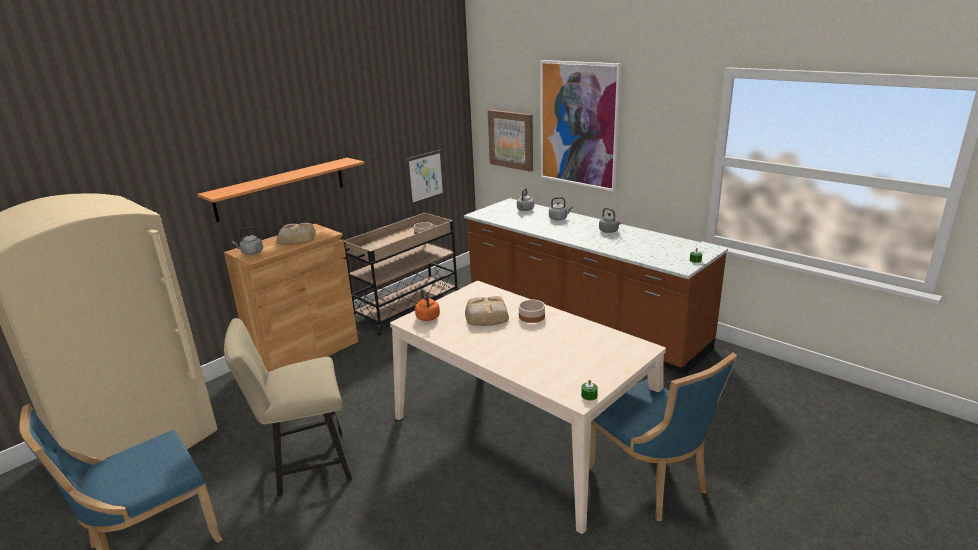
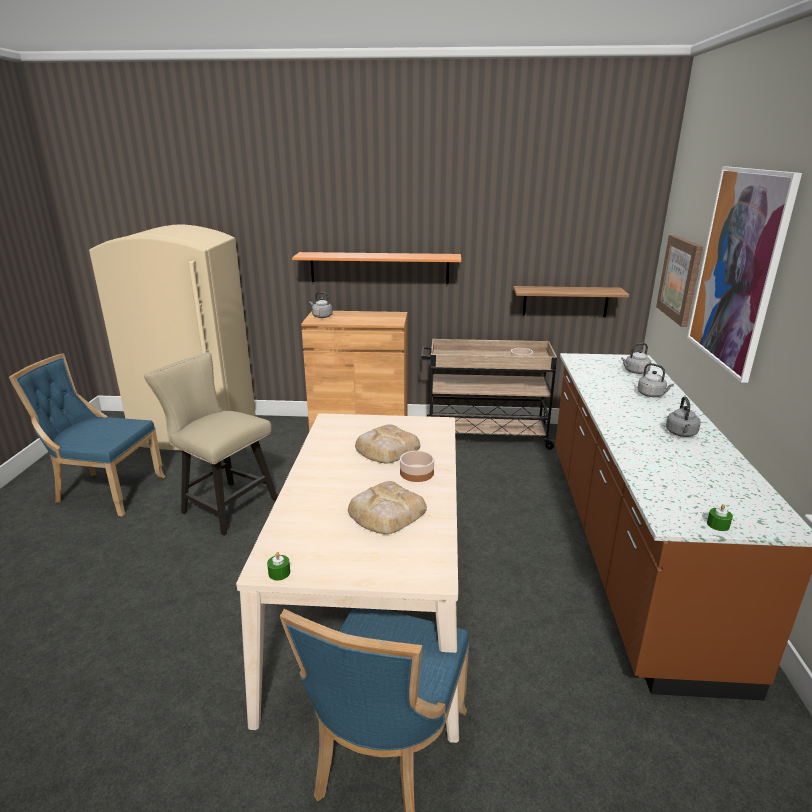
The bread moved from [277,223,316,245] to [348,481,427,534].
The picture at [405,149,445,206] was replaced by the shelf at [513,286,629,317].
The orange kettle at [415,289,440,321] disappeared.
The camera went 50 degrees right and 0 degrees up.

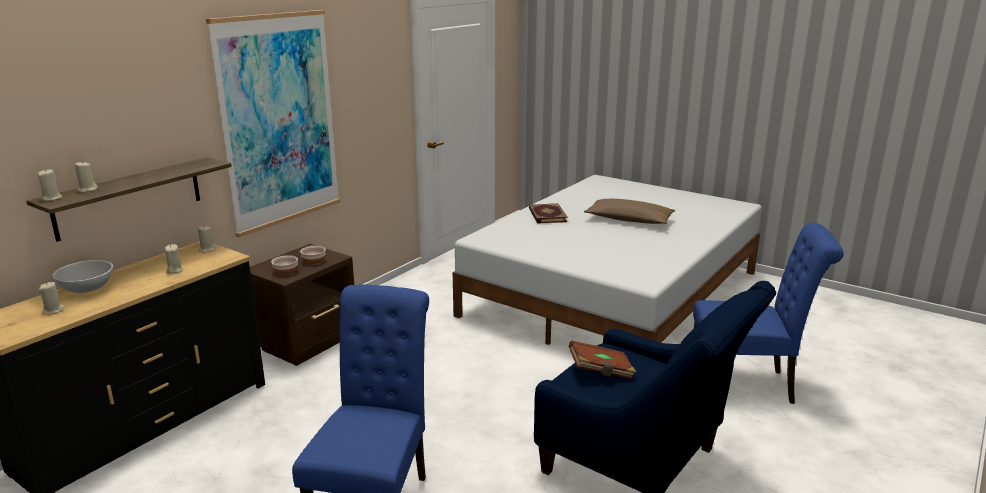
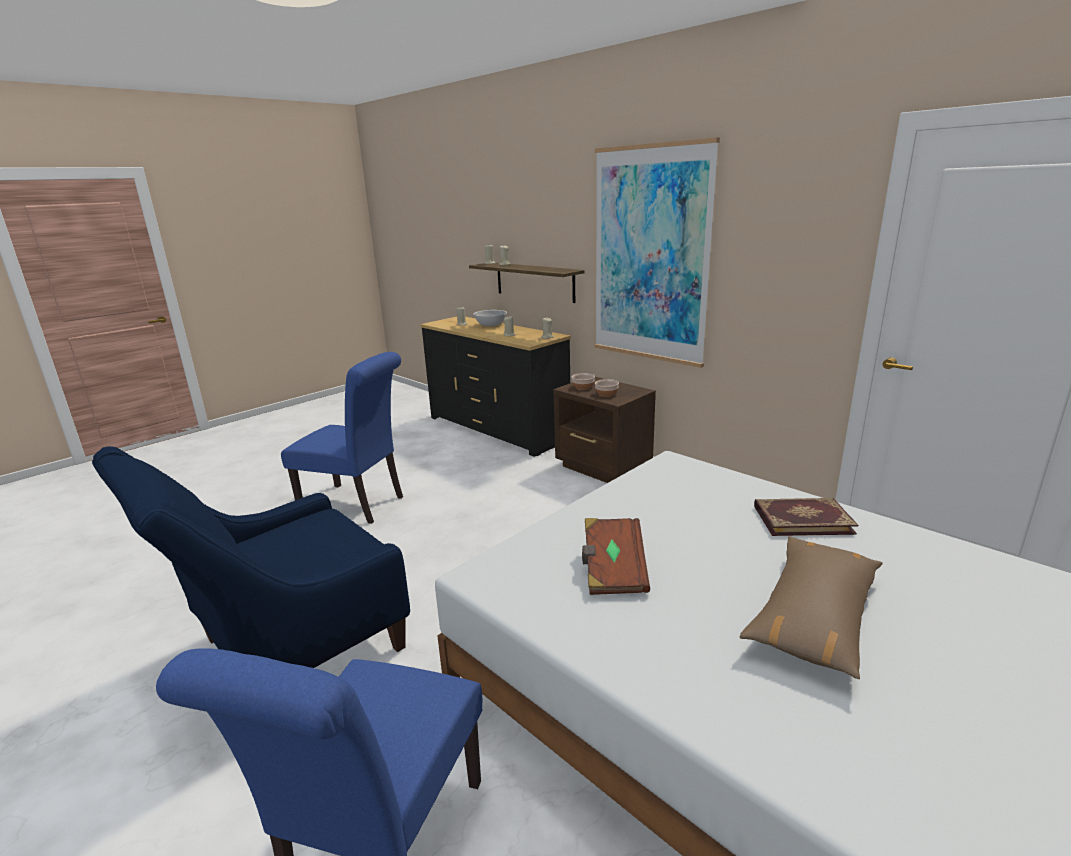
The brown book moved from [569,341,636,380] to [582,518,650,595].
The camera went 100 degrees right and 0 degrees up.

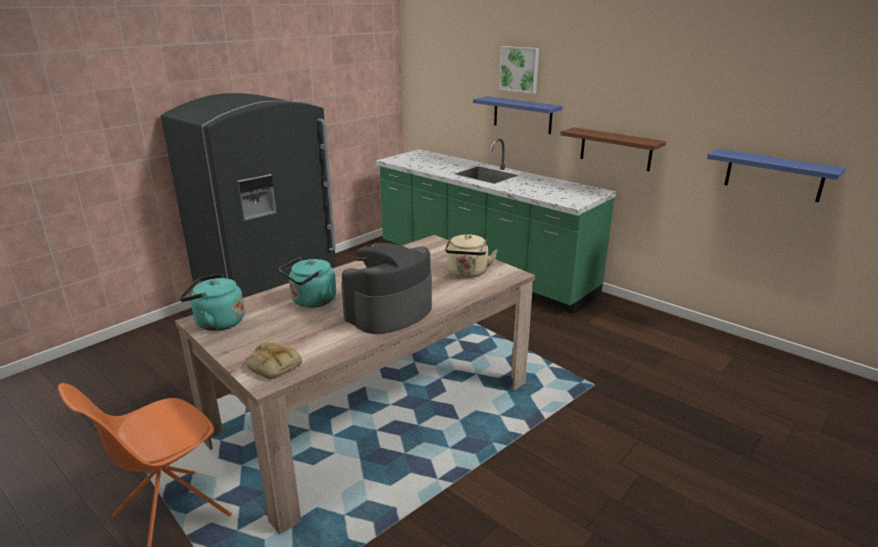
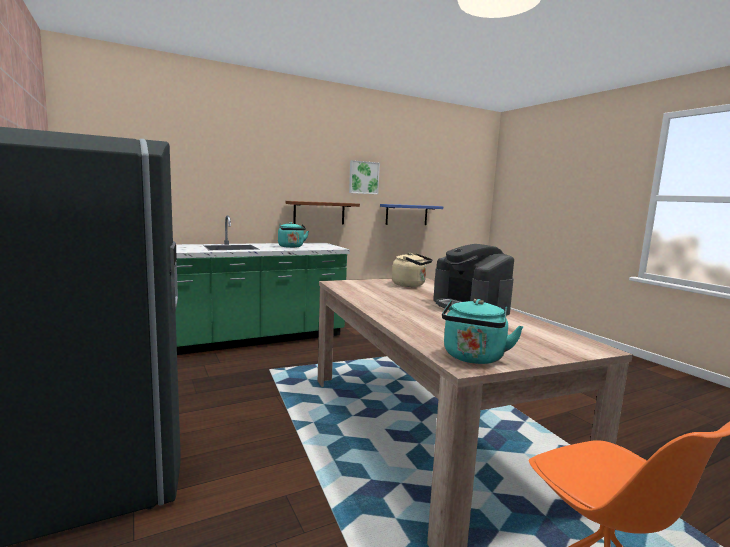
The turquoise kettle moved from [279,257,336,308] to [278,222,309,248].
The picture moved from [499,46,539,94] to [349,160,380,194].
The bread at [245,342,302,380] disappeared.
The blue shelf at [473,96,563,134] disappeared.
The camera went 70 degrees left and 15 degrees down.

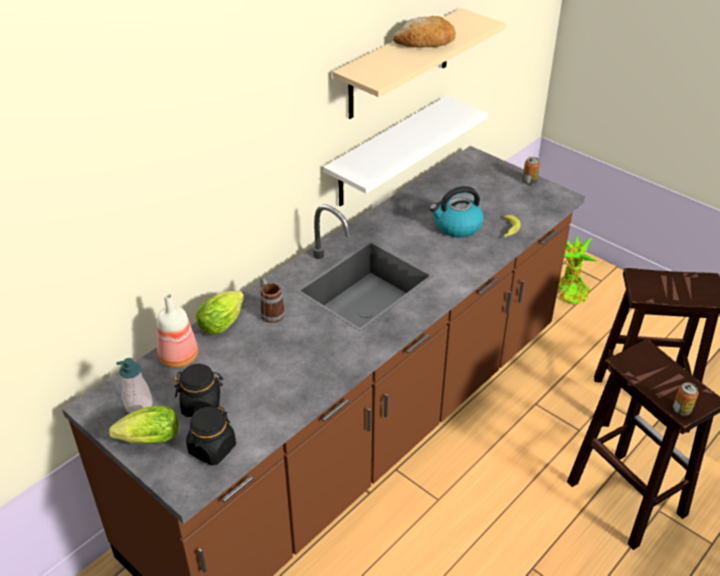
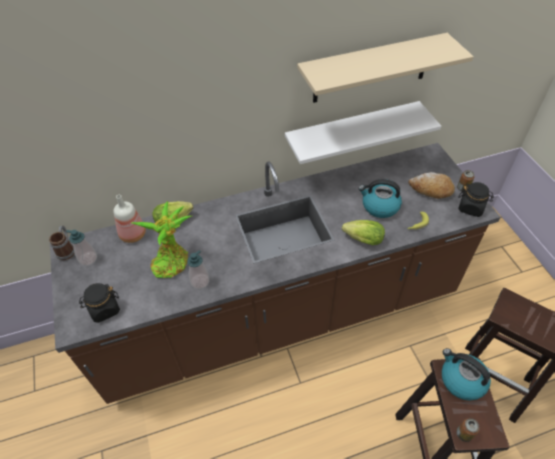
The mug moved from [260,278,286,323] to [49,226,74,260].
The potted plant moved from [558,235,598,304] to [131,201,192,278].
The soap dispenser at [187,250,209,289] appeared.
The lettuce moved from [109,405,178,444] to [342,220,385,245].
The bread moved from [393,16,456,48] to [408,172,455,199].
The kettle at [442,348,491,401] appeared.
The black jar moved from [174,364,223,417] to [458,182,494,217].
The camera went 30 degrees right and 10 degrees up.

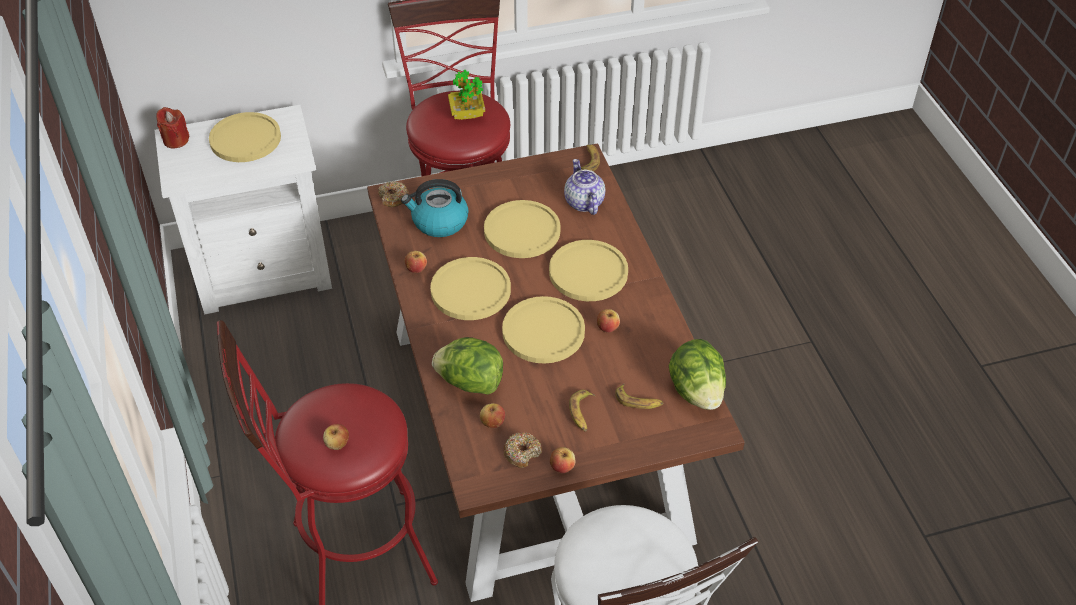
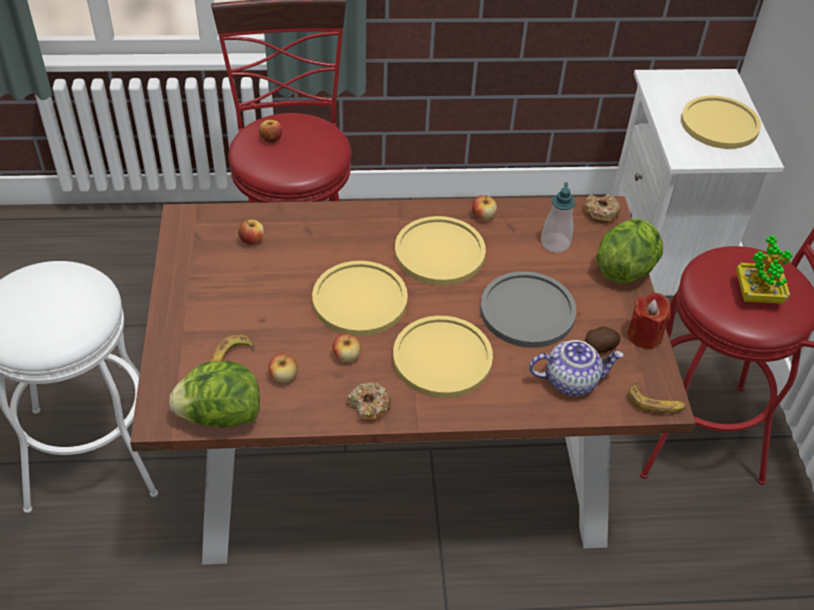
The apple moved from [550,447,575,473] to [268,353,298,383].
The donut moved from [503,432,542,468] to [348,382,391,421].
The yellow plate at [484,200,561,258] became the grey plate at [480,271,576,348].
The kettle at [401,179,469,237] was replaced by the soap dispenser at [541,182,575,253].
The potato at [585,326,621,353] appeared.
The lettuce moved from [432,337,503,395] to [596,219,663,284].
The red candle moved from [156,107,190,148] to [628,293,671,350].
The banana at [569,390,595,432] disappeared.
The camera went 100 degrees right and 0 degrees up.

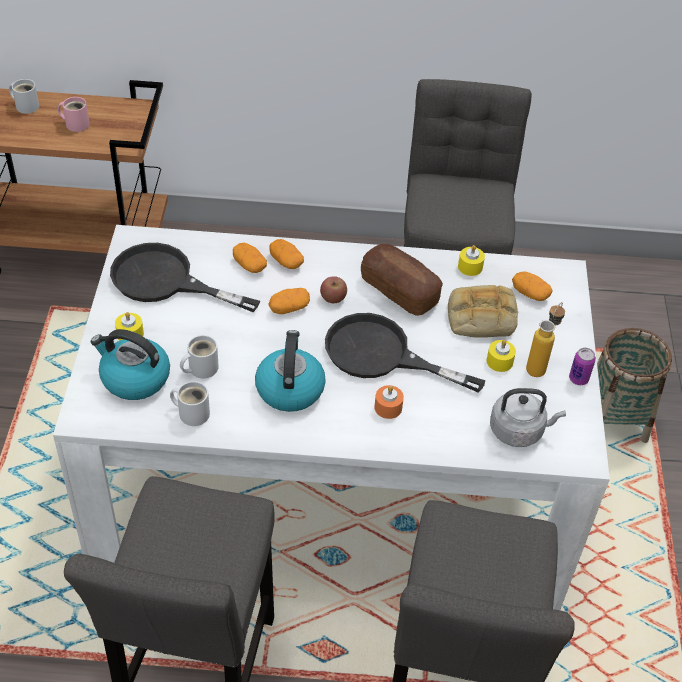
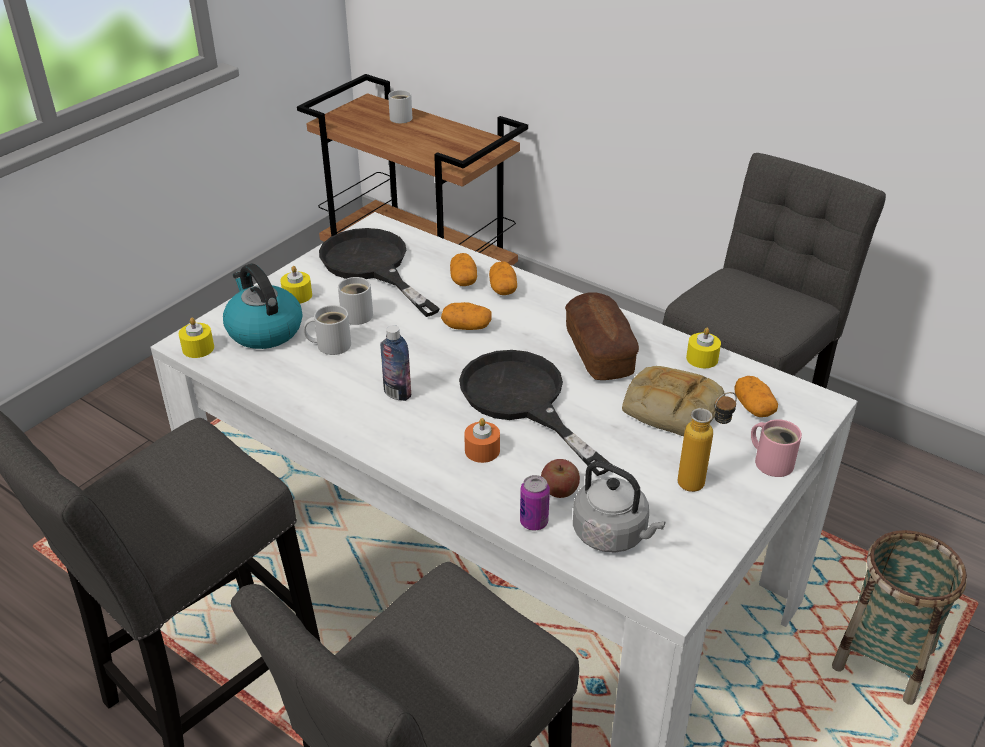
The yellow candle moved from [487,340,516,372] to [179,318,214,358].
The white mug moved from [170,381,210,426] to [338,277,373,325].
The kettle at [255,330,326,412] was replaced by the bottle at [380,325,411,401].
The can moved from [569,348,596,385] to [520,475,550,531].
The apple moved from [320,276,347,303] to [541,459,580,498].
The pink mug moved from [57,97,90,132] to [751,419,802,477].
The camera went 35 degrees right and 10 degrees down.

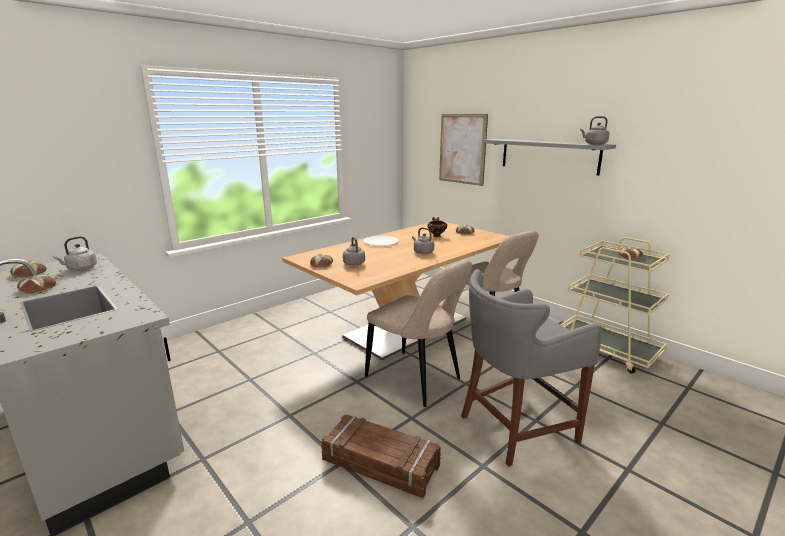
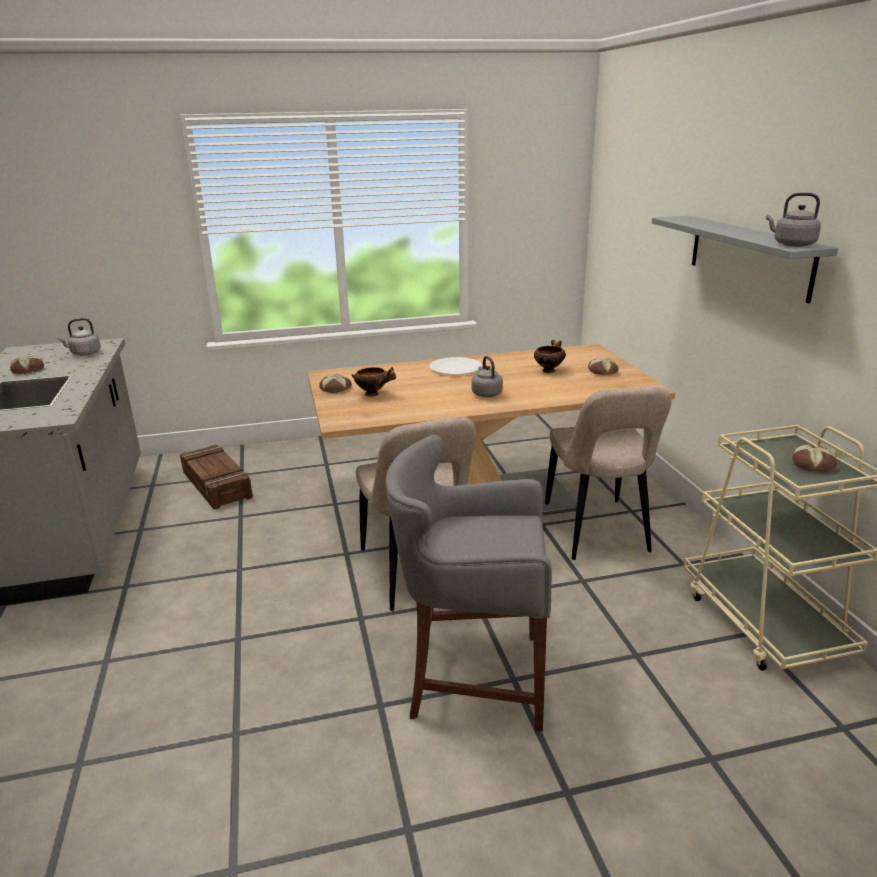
The crate moved from [321,414,441,498] to [180,444,253,509].
The grey kettle at [343,237,365,266] was replaced by the bowl at [352,367,396,397].
The bread at [11,261,47,278] disappeared.
The picture at [439,114,488,186] disappeared.
The camera went 30 degrees right and 5 degrees up.

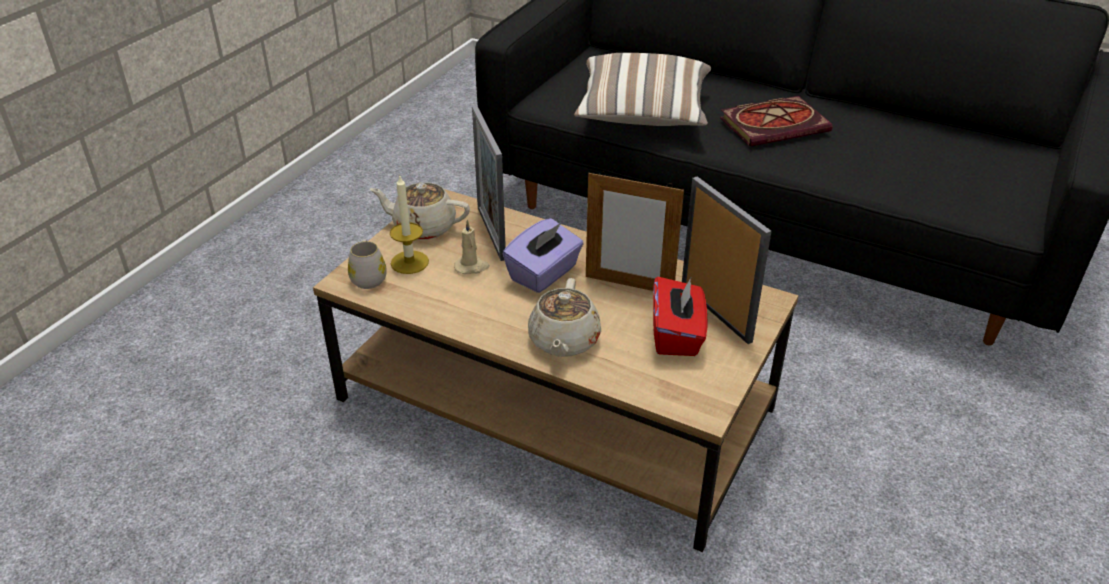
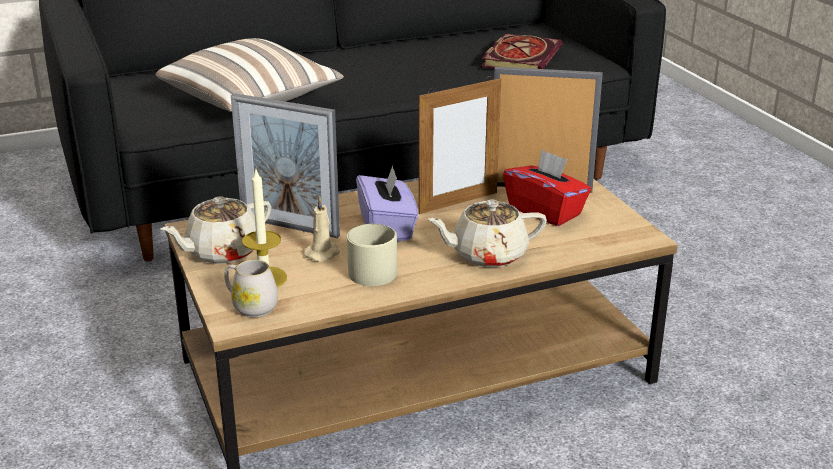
The beige mug at [347,224,397,286] appeared.
The beige teapot at [528,278,601,357] turned 120 degrees clockwise.
The book moved from [720,96,833,147] to [481,33,562,69].
The camera went 50 degrees left and 10 degrees down.

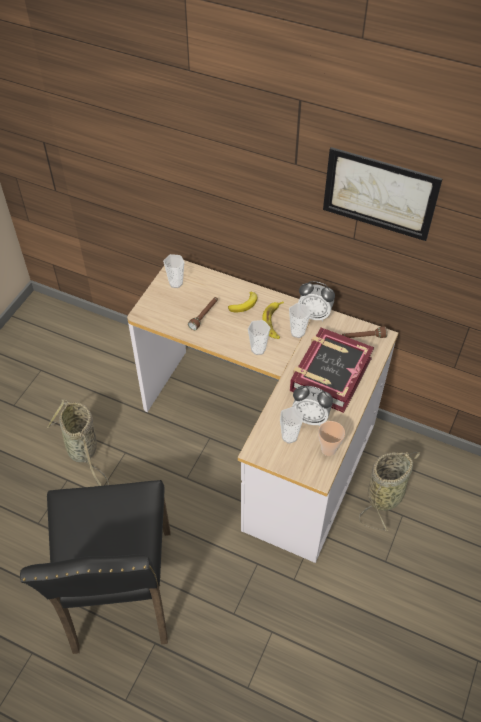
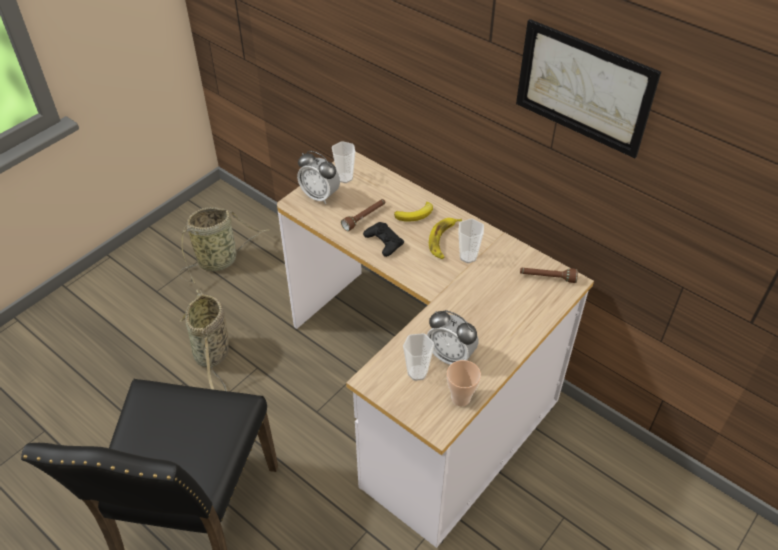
The basket moved from [359,452,420,531] to [178,207,269,283].
The alarm clock moved from [298,281,335,321] to [297,151,340,204].
The black game controller at [363,222,404,257] appeared.
The cup at [248,320,270,355] disappeared.
The book at [290,327,374,413] disappeared.
The camera went 15 degrees right and 5 degrees down.

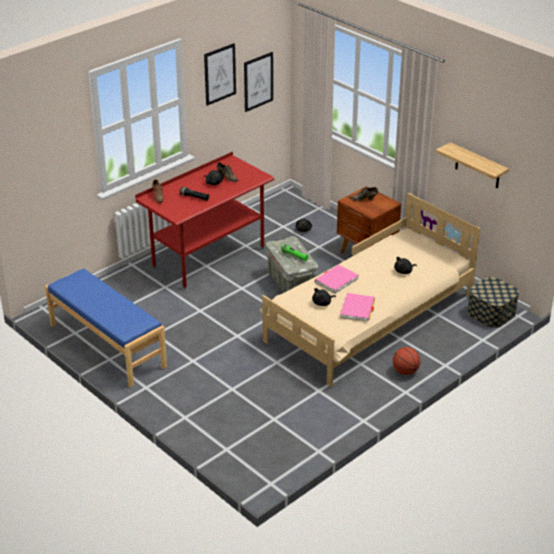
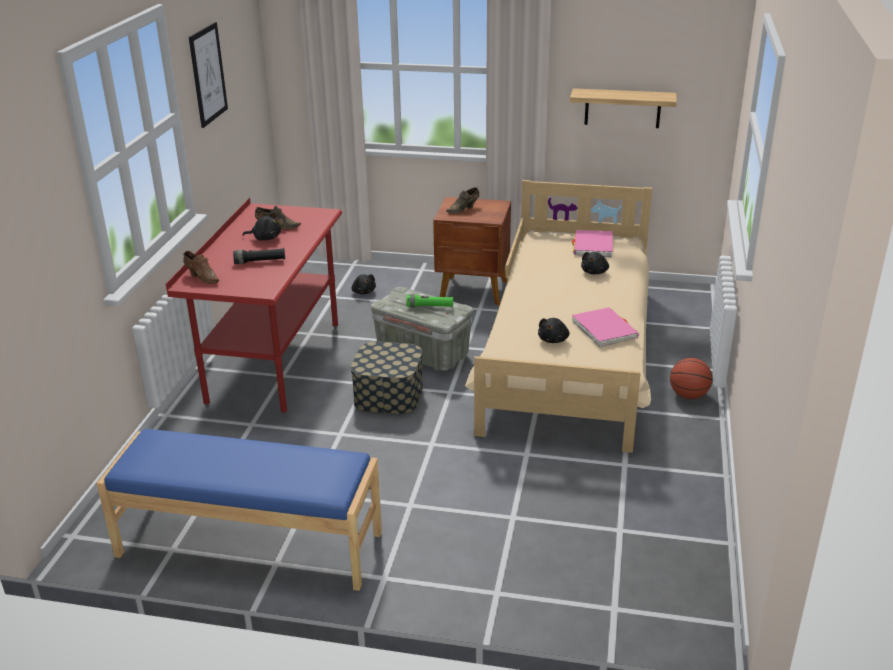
The storage box moved from [467,277,519,328] to [351,341,423,414].
The pink book moved from [315,265,359,294] to [572,230,613,258].
The picture at [244,52,273,112] disappeared.
The camera went 35 degrees left and 5 degrees down.

